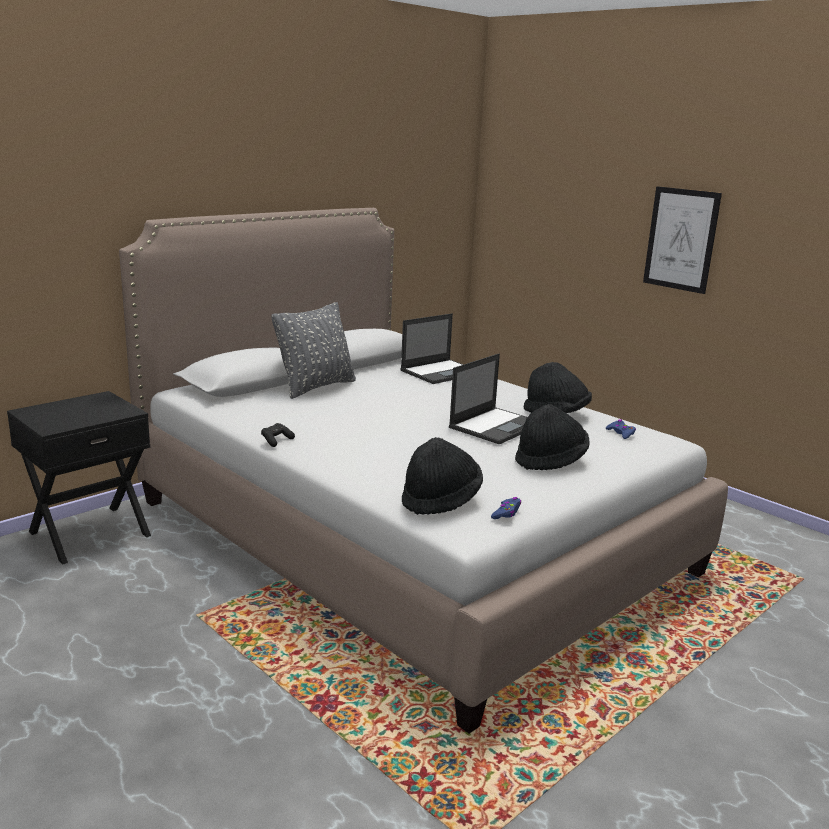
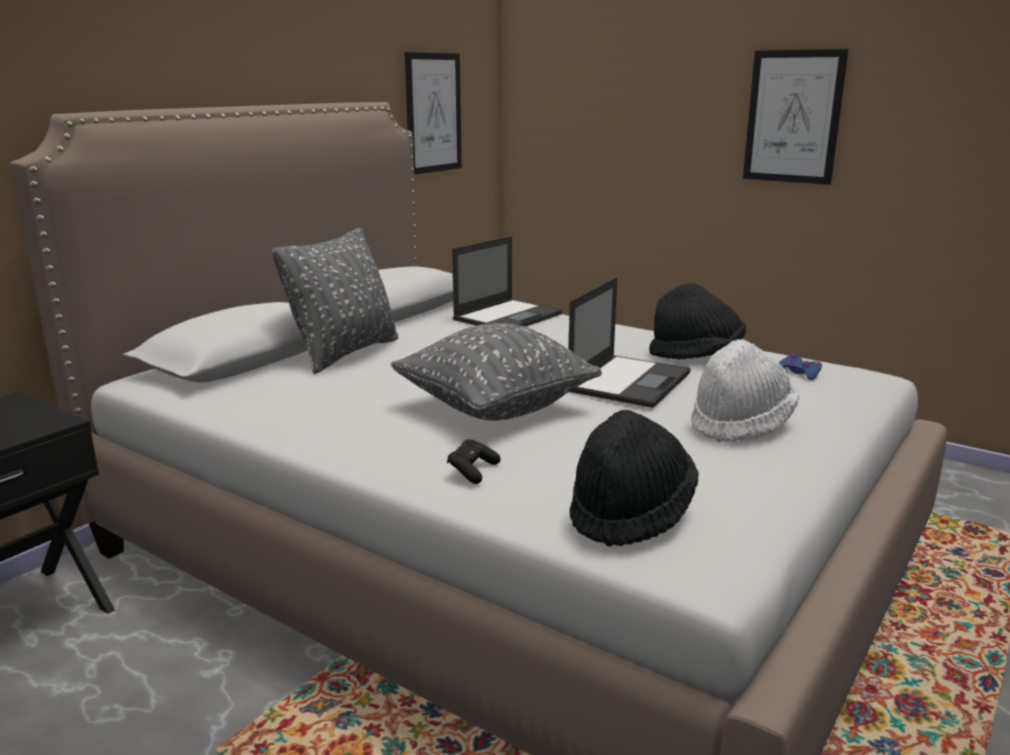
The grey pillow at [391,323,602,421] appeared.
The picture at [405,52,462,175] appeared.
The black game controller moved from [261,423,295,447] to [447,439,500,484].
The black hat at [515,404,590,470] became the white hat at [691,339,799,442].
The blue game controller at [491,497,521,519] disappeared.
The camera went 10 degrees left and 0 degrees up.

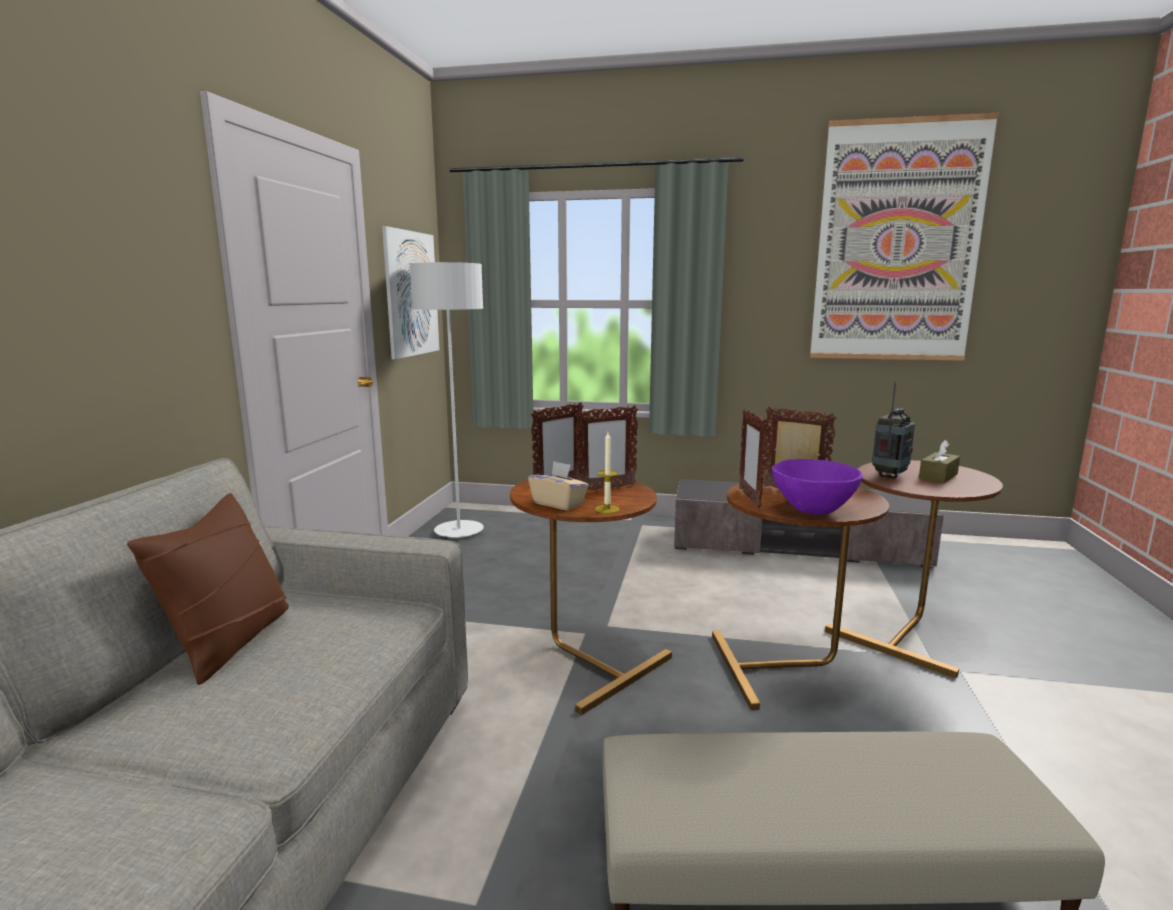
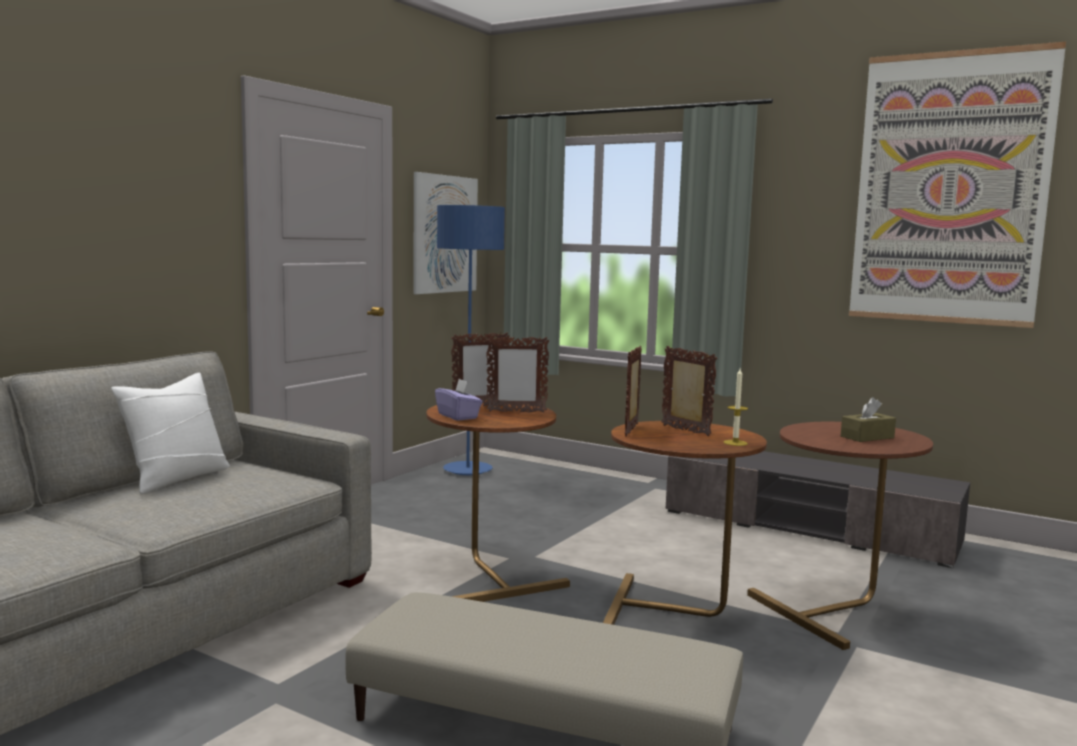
The brown pillow at [127,493,289,685] became the white pillow at [111,373,229,494].
The beige tissue box at [528,461,589,510] became the purple tissue box at [435,379,482,421].
The grey floor lamp at [410,262,484,538] became the blue floor lamp at [437,205,505,475].
The candle moved from [595,433,619,513] to [724,369,748,446].
The purple bowl at [772,459,863,515] disappeared.
The radio at [872,382,915,479] disappeared.
The camera went 20 degrees right and 5 degrees down.

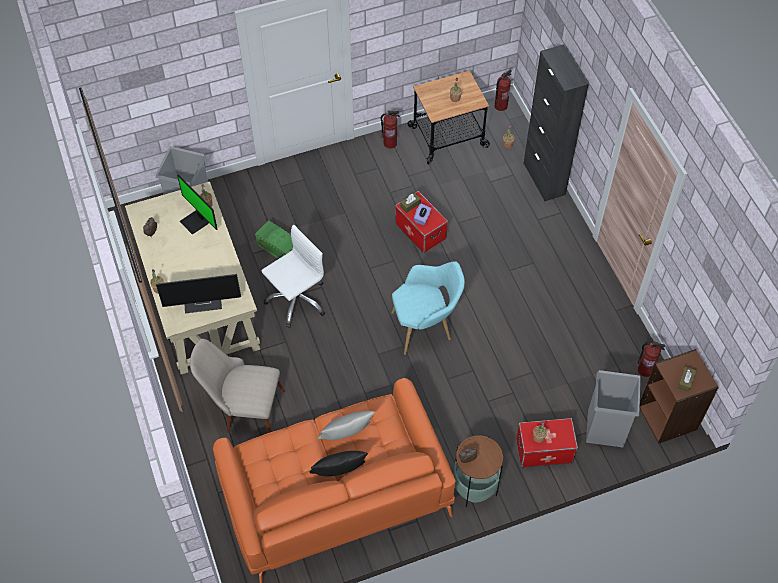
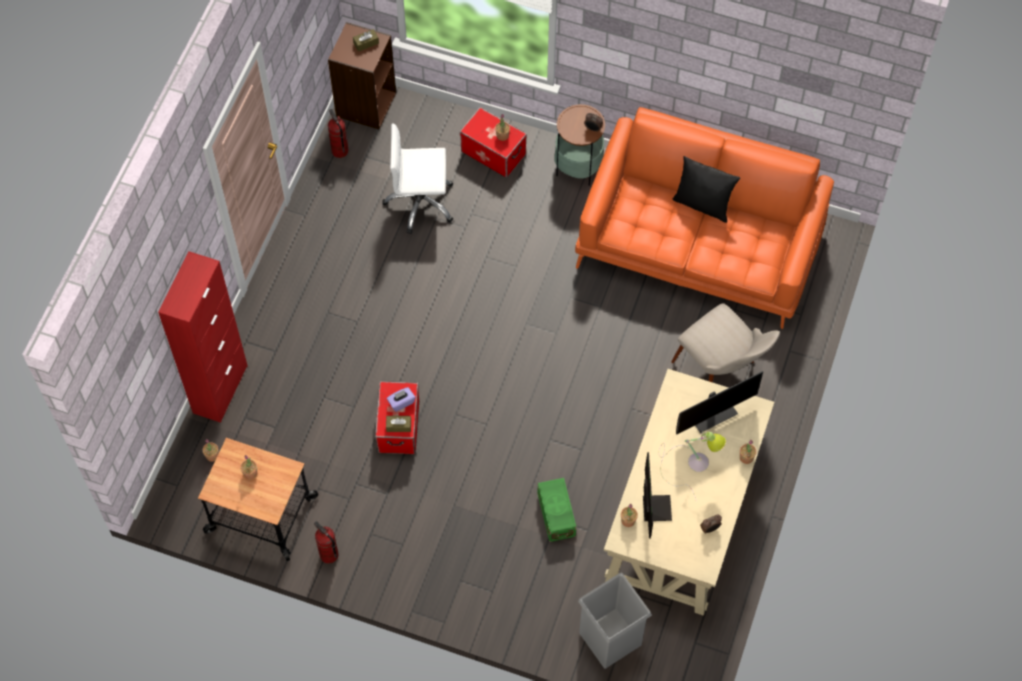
The black cabinet at [523,44,589,202] became the red cabinet at [158,251,248,422].
The white office chair moved from [261,225,325,328] to [382,123,453,234].
The table lamp at [659,431,726,502] appeared.
The monitor at [156,274,241,314] turned 120 degrees clockwise.
The grey pillow at [317,411,375,440] disappeared.
The turquoise armchair at [391,261,465,355] disappeared.
The fire extinguisher at [495,69,512,111] disappeared.
The grey trash can at [586,370,641,447] disappeared.
The camera went 140 degrees left and 5 degrees up.

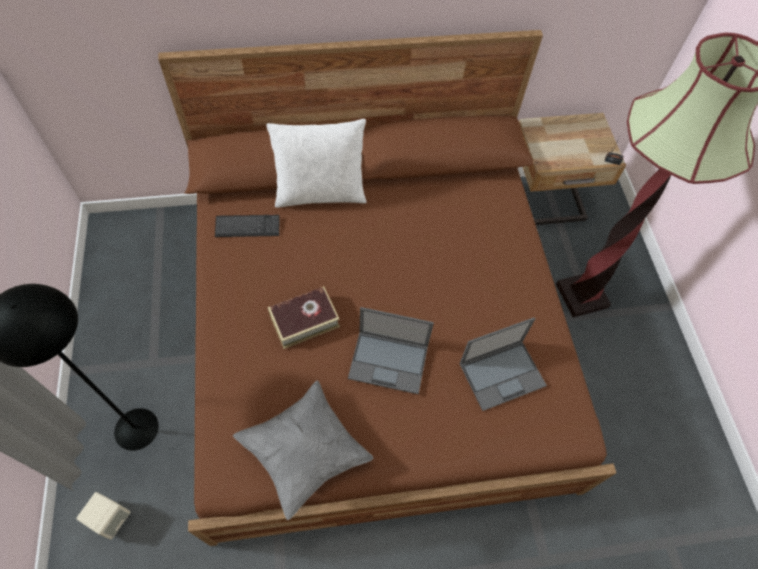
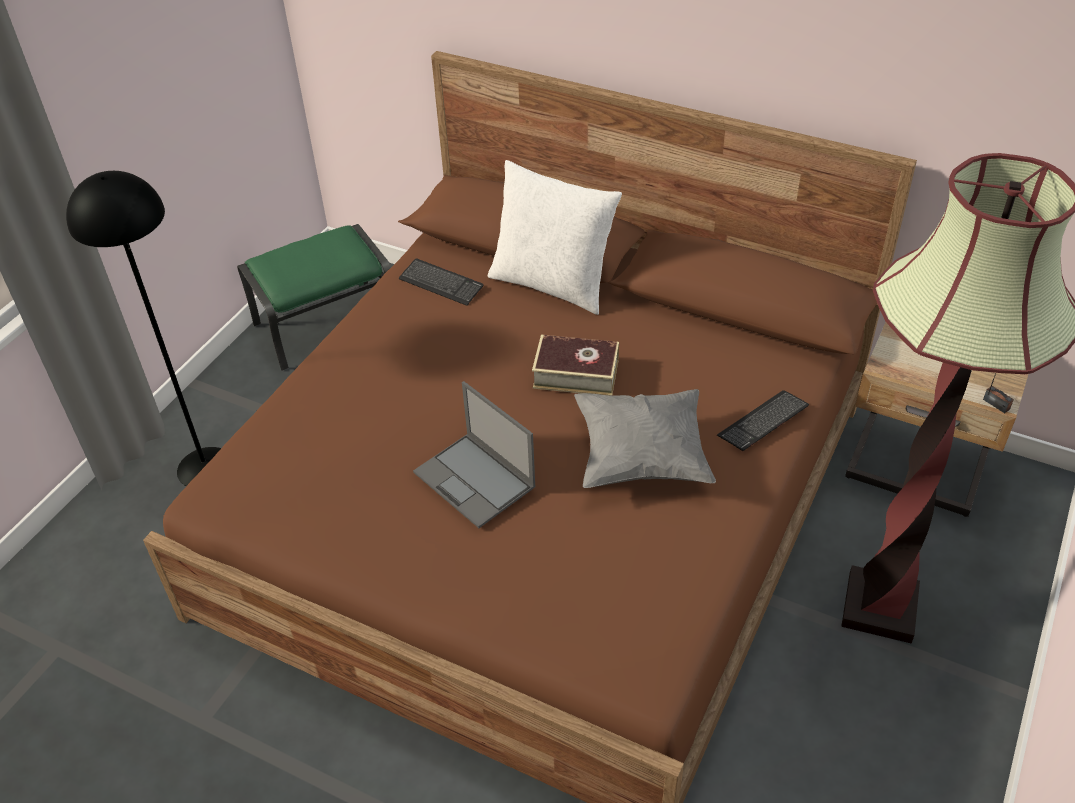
The green ottoman at [237,224,391,371] appeared.
The book moved from [268,286,340,349] to [532,335,619,396].
The grey pillow moved from [233,381,373,520] to [574,389,716,488].
The keyboard at [717,390,809,451] appeared.
The beige speaker at [76,492,131,540] disappeared.
The laptop at [459,317,547,411] disappeared.
The camera went 40 degrees right and 15 degrees down.

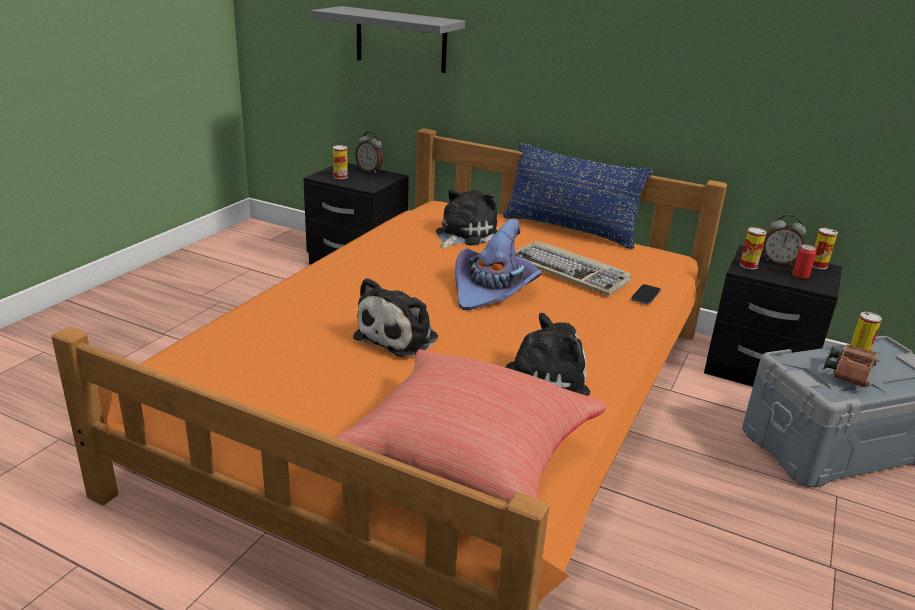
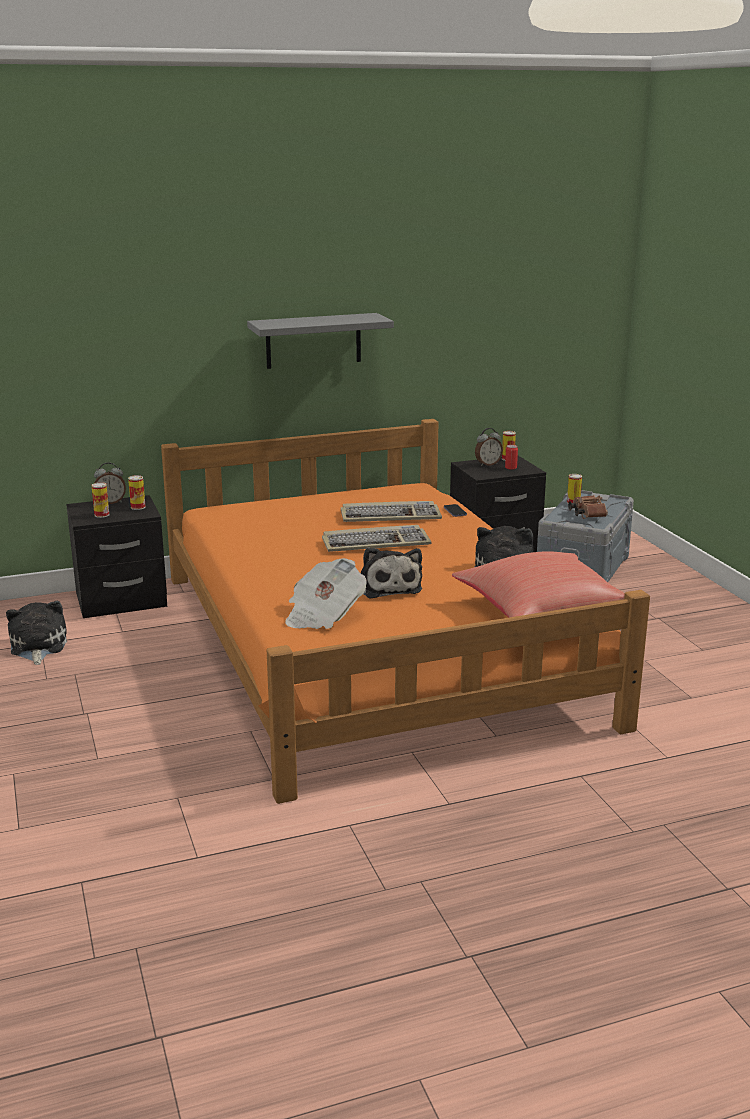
The plush toy moved from [436,189,498,249] to [6,601,67,665].
The can moved from [740,227,766,269] to [128,475,146,510].
The grey shelf moved from [311,6,465,73] to [247,313,394,369].
The newspaper at [285,558,367,629] appeared.
The purple hat at [455,219,542,310] was replaced by the keyboard at [322,525,432,552].
The blue pillow at [503,143,653,249] disappeared.
The camera went 45 degrees left and 5 degrees down.

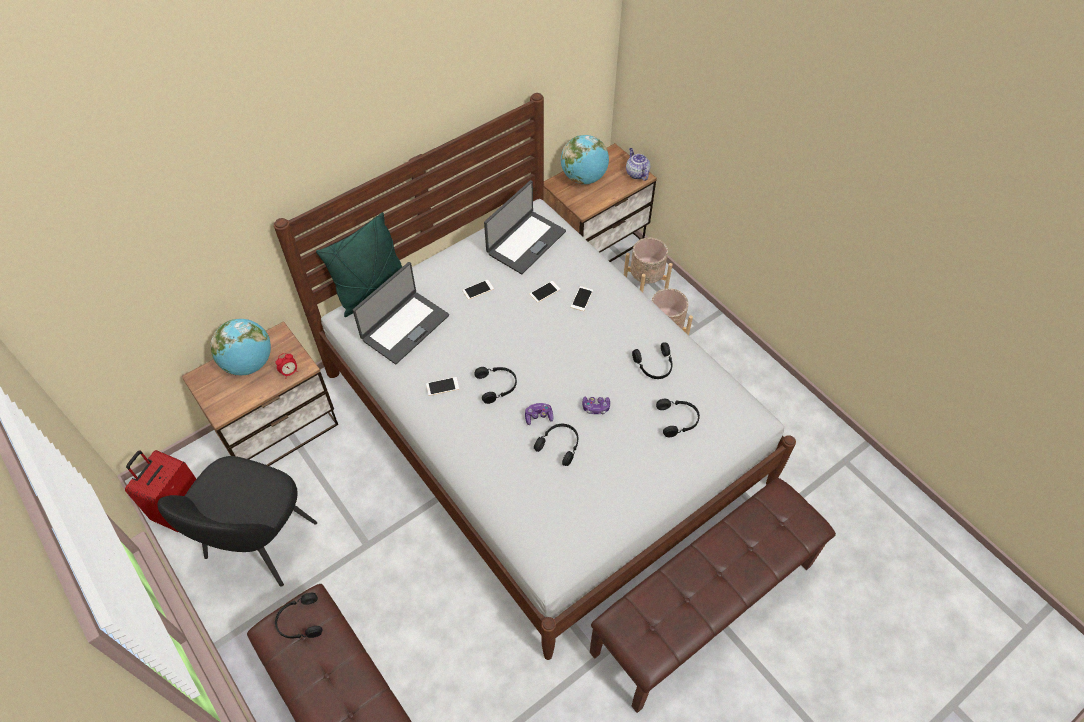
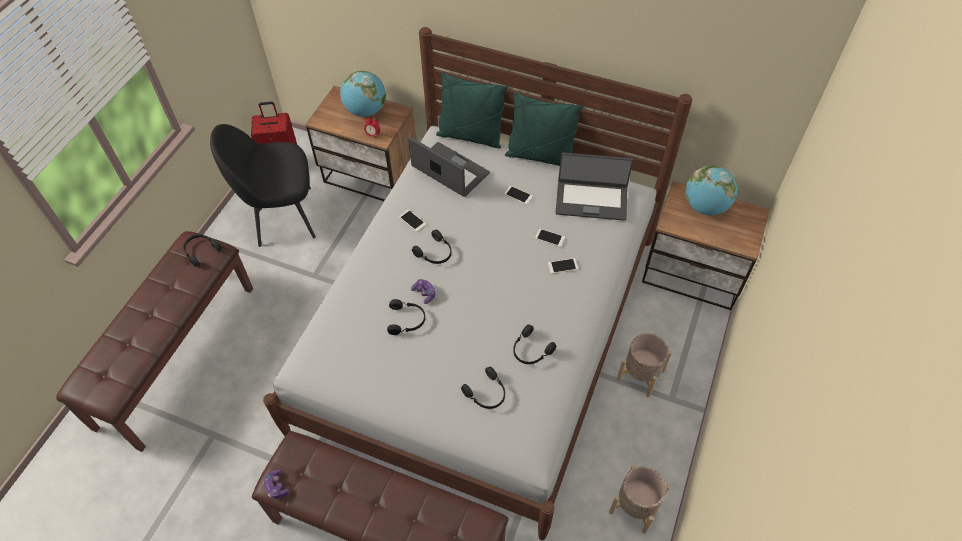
The game controller moved from [582,397,610,414] to [263,470,289,499].
The laptop at [353,262,449,364] turned 150 degrees counterclockwise.
The green pillow at [505,91,583,166] appeared.
The beige planter moved from [624,238,673,293] to [609,465,670,534].
The teapot at [626,148,651,181] disappeared.
The camera went 60 degrees right and 0 degrees up.

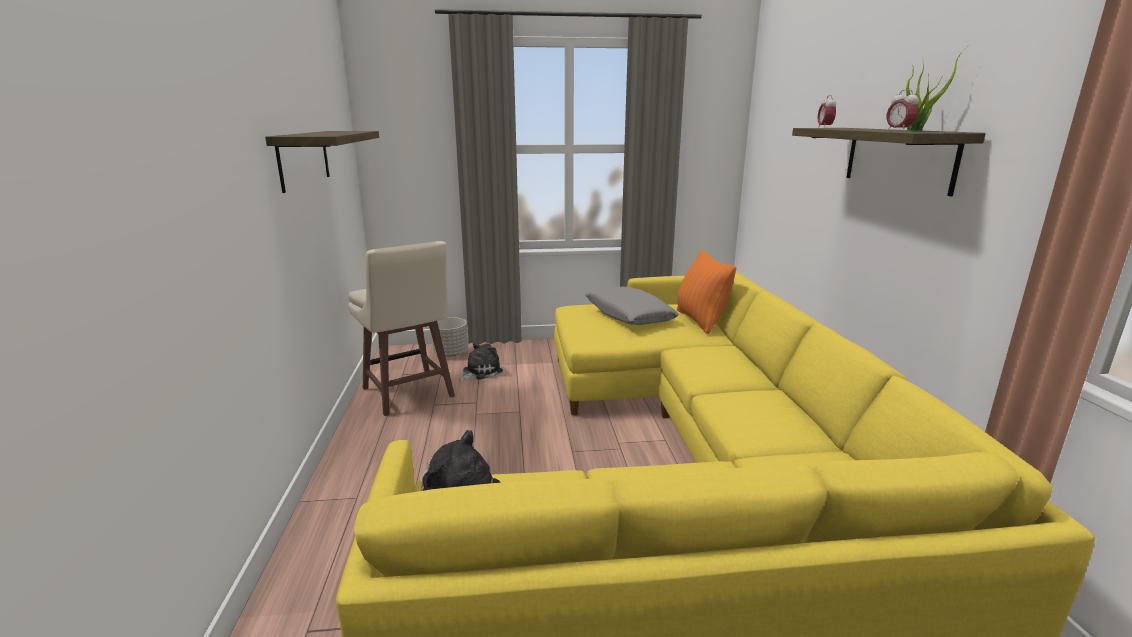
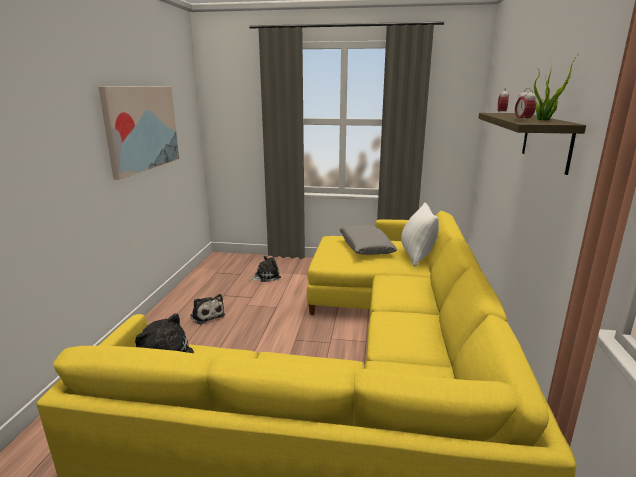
The shelf at [265,131,379,193] was replaced by the picture at [98,86,179,180].
The plush toy at [190,294,225,325] appeared.
The orange pillow at [677,250,737,334] became the white pillow at [401,202,439,267].
The beige stool at [348,241,455,416] disappeared.
The grey planter at [432,317,468,357] disappeared.
The camera went 15 degrees right and 0 degrees up.

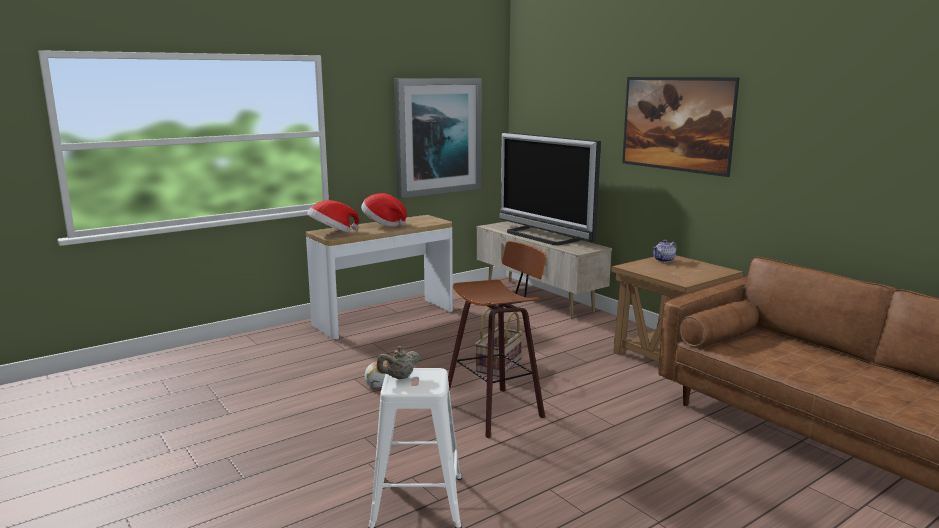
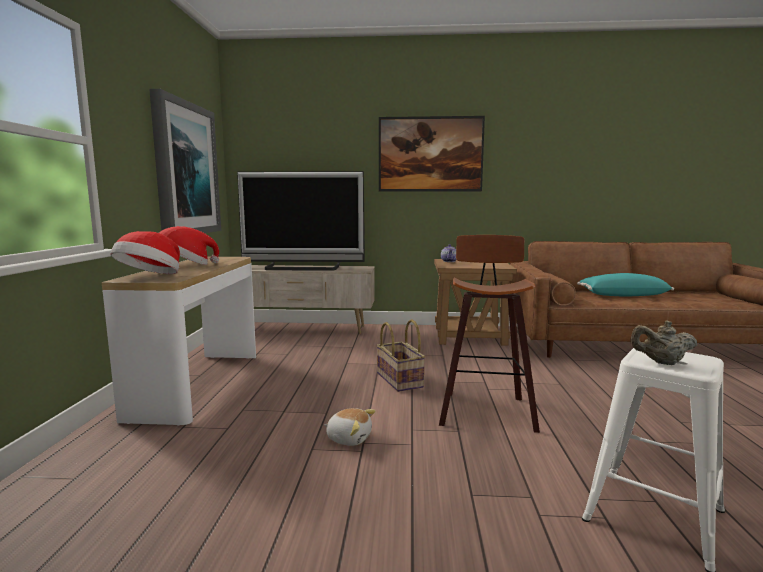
The turquoise pillow at [577,273,674,296] appeared.
The beige teapot at [377,346,420,379] turned 90 degrees clockwise.
The camera went 50 degrees left and 5 degrees down.

